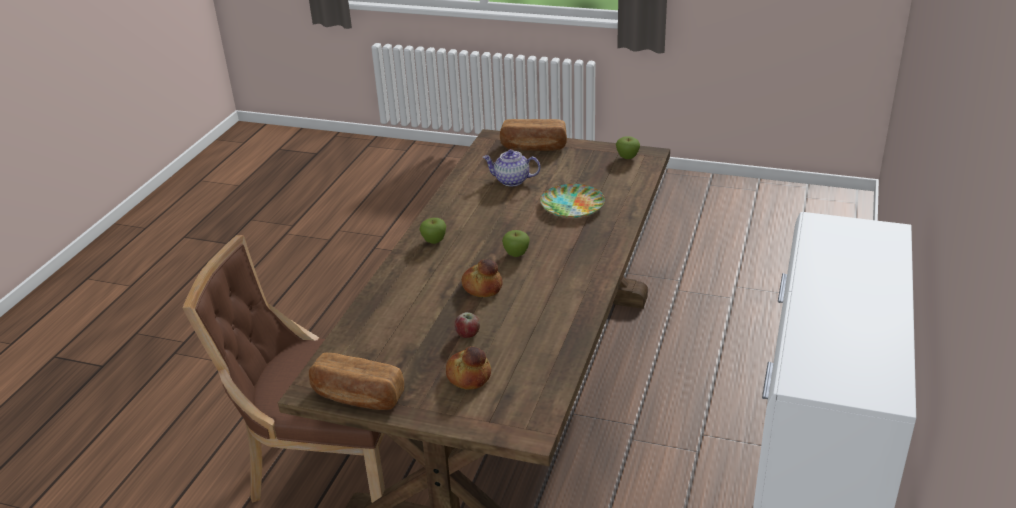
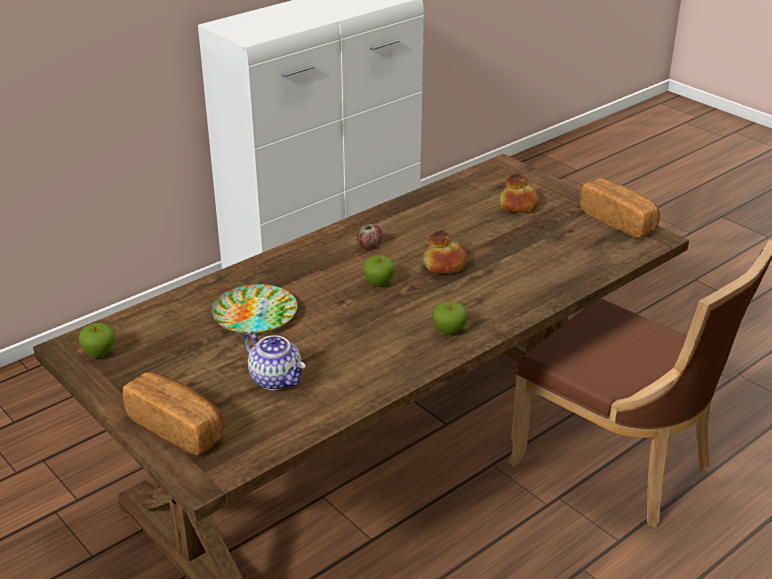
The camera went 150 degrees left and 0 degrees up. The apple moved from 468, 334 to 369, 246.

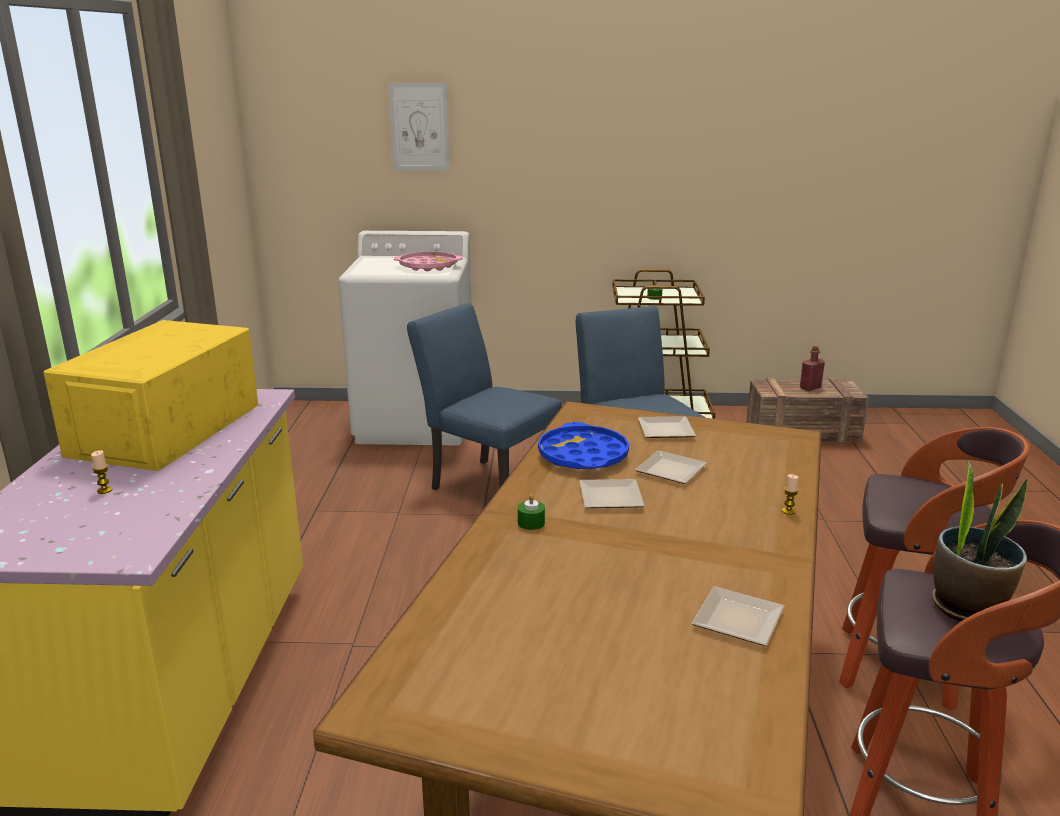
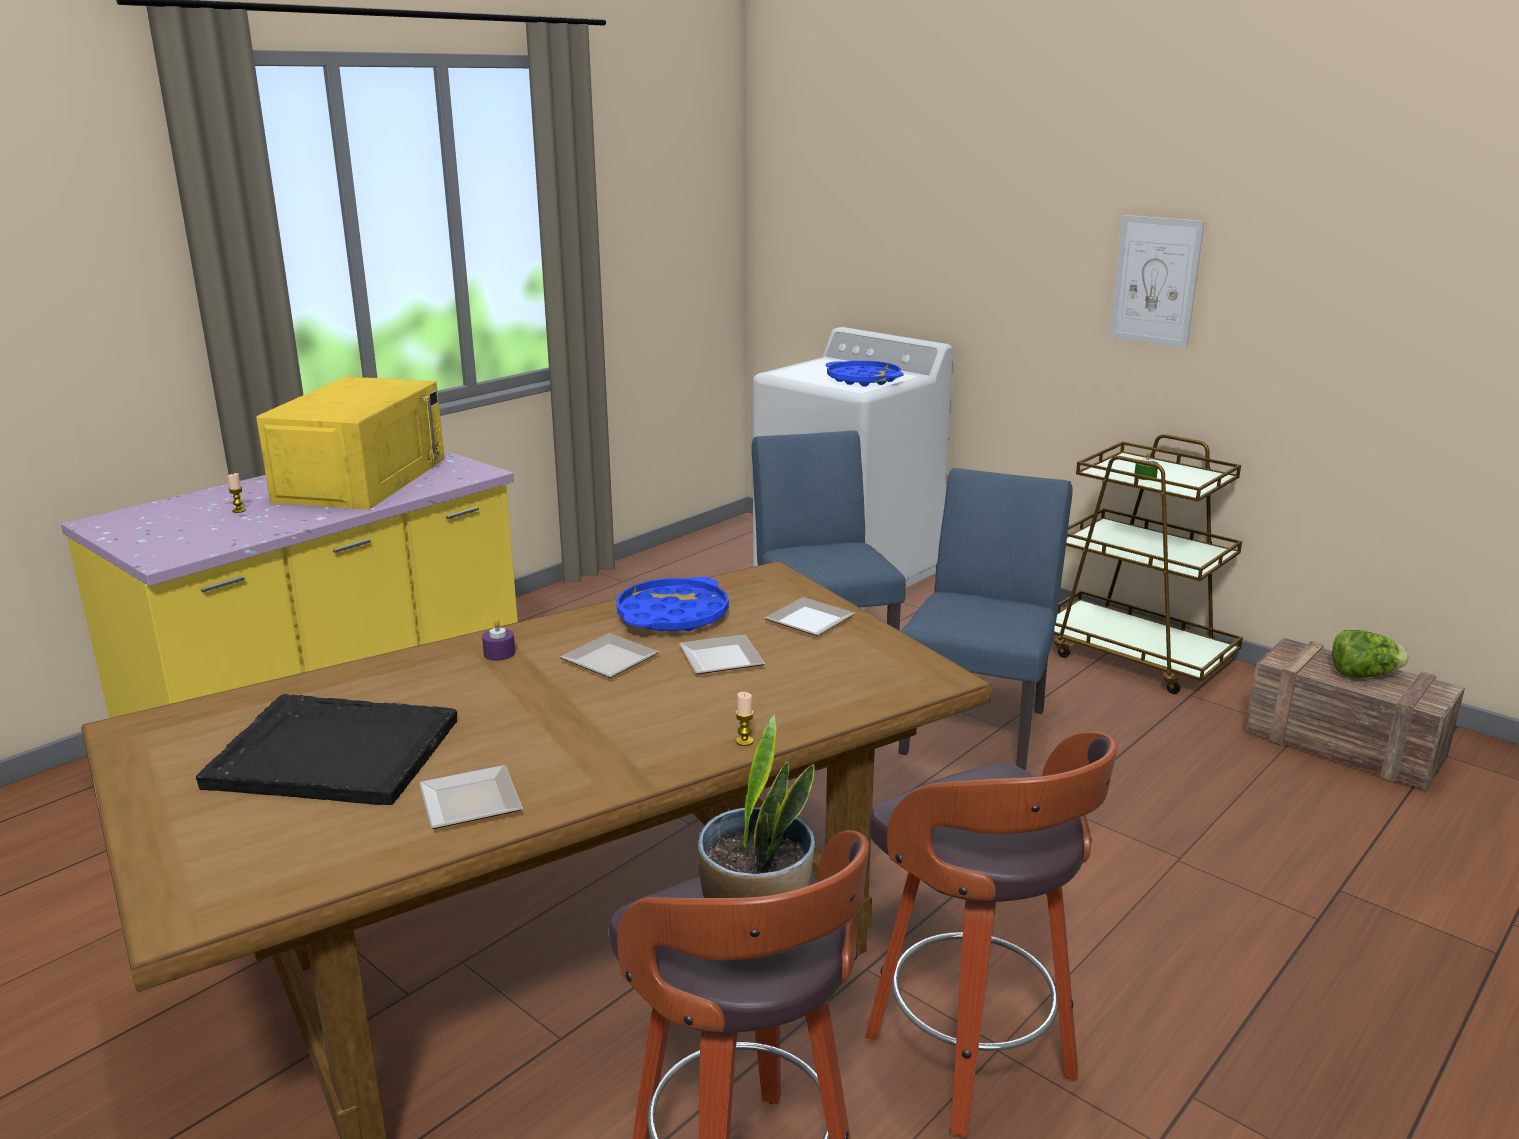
The camera went 40 degrees right and 0 degrees up. The black-coloured serving tray at 332, 753 appeared. The wall art moved from 419, 127 to 1155, 281. The red-coloured beverage bottle at 810, 388 was replaced by the head of lettuce at 1363, 675. The pink serving tray at 428, 266 became the blue-coloured serving tray at 863, 379. The green candle at 531, 523 became the purple candle at 499, 653. The yellowish microwave oven at 166, 430 turned 135 degrees clockwise.

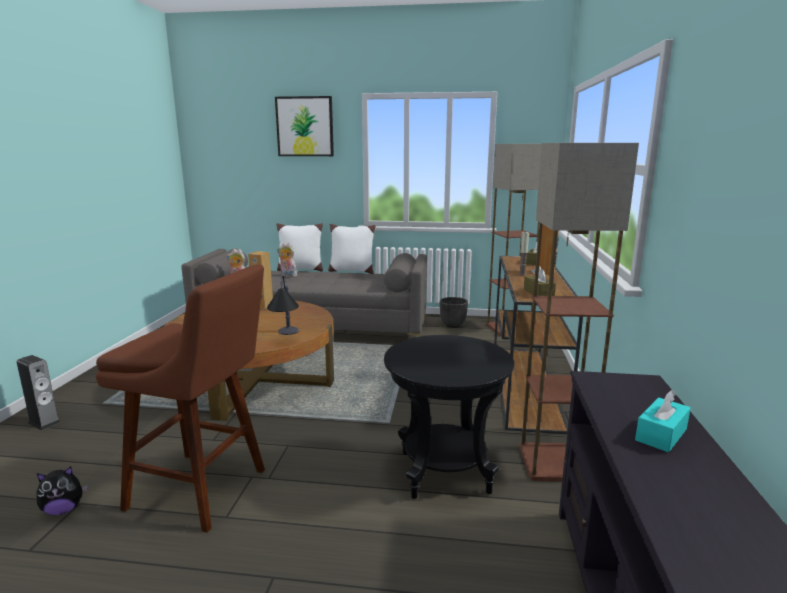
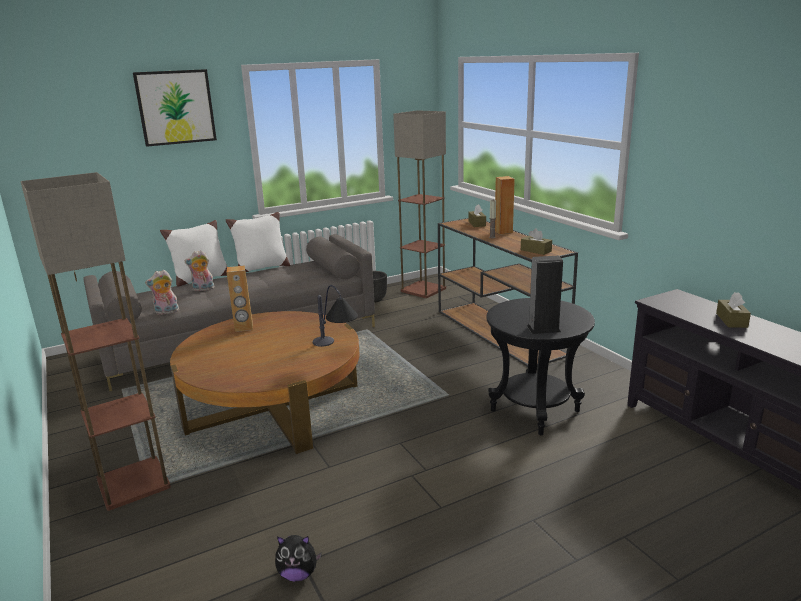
The camera went 35 degrees left and 5 degrees up. The brown-coloured sitting stool at 204, 490 disappeared. The loudspeaker moved from 44, 422 to 543, 329. The floor lamp moved from 553, 463 to 132, 484. The turquoise-coloured tissue holder at 661, 434 became the brown-coloured tissue holder at 731, 320. The soft toy at 63, 510 turned 60 degrees clockwise.

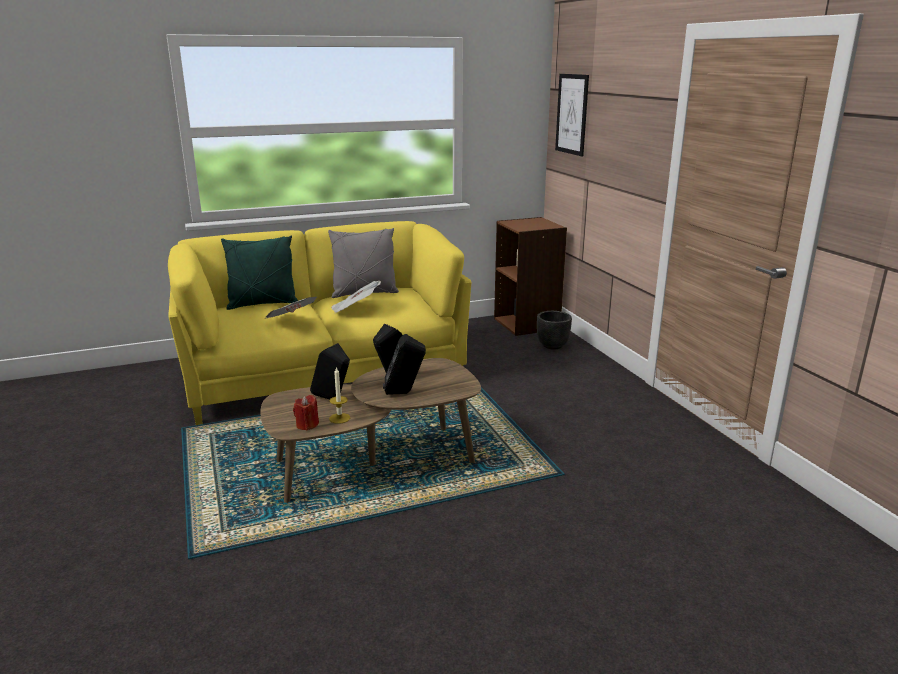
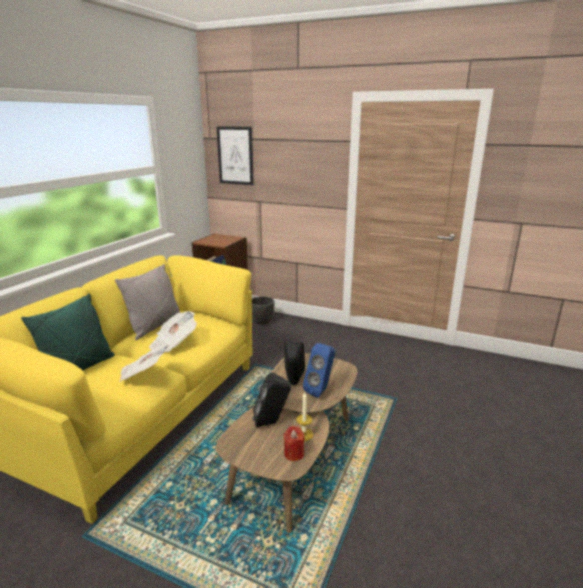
The camera went 45 degrees left and 0 degrees up. The black-coloured loudspeaker at 404, 393 became the blue-coloured loudspeaker at 320, 390.

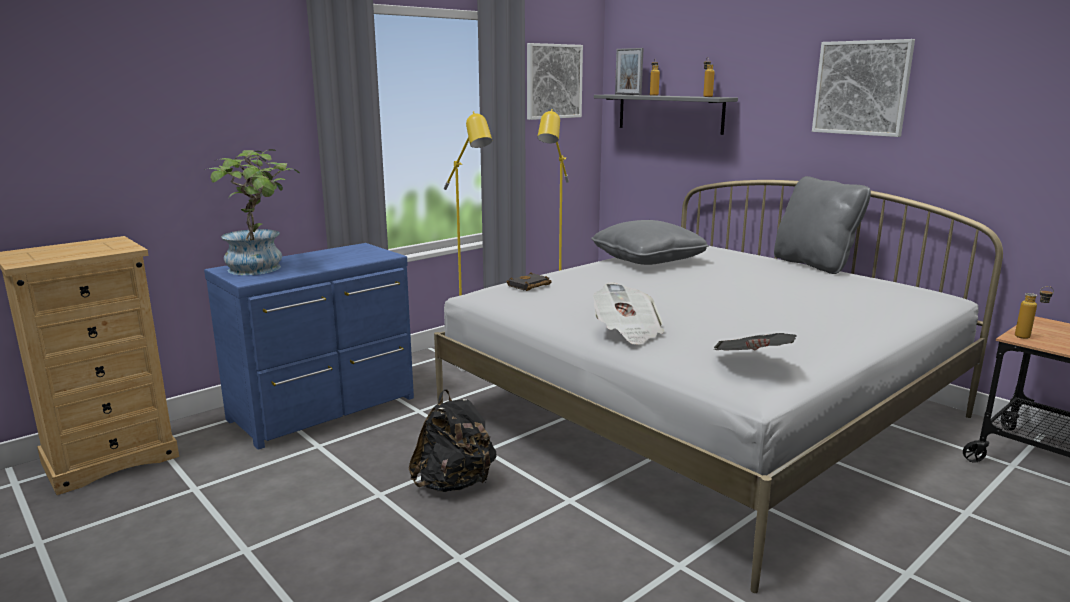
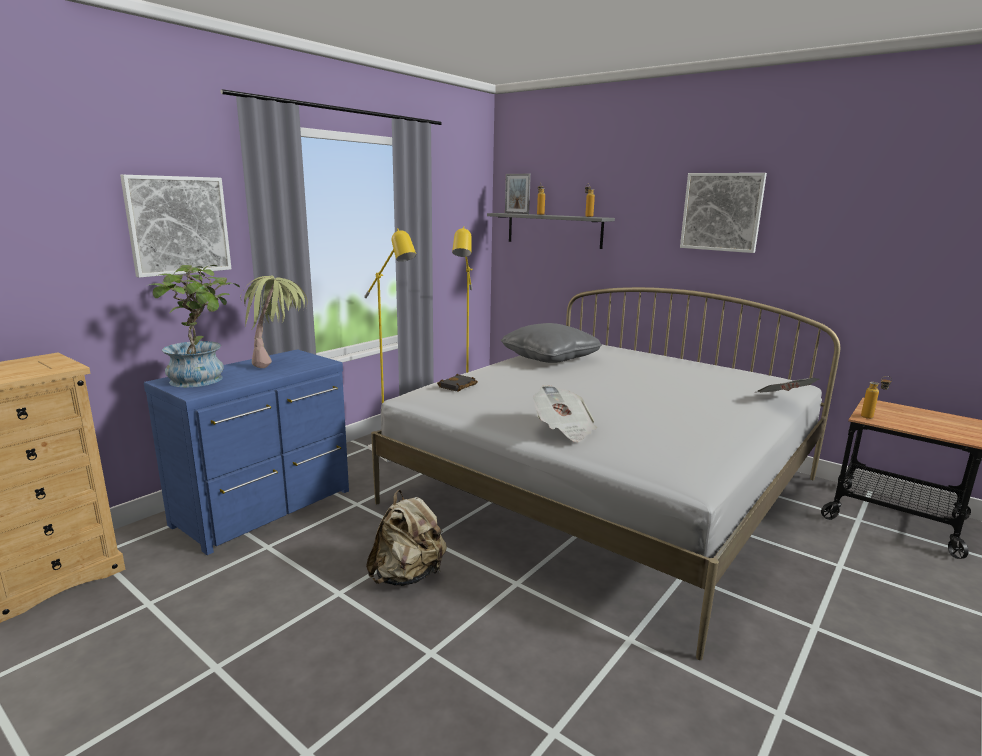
The camera went 10 degrees left and 0 degrees up. The gray throw pillow at 814, 264 disappeared. The houseplant at 279, 362 appeared. The wall art moved from 553, 81 to 178, 225. The daily paper moved from 751, 363 to 783, 400. The black-coloured rucksack at 454, 484 became the beige rucksack at 407, 576.

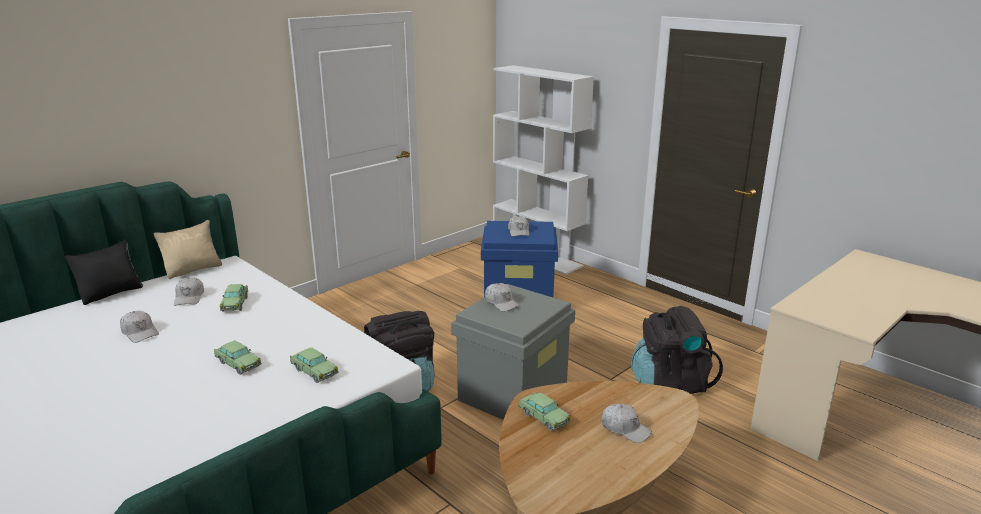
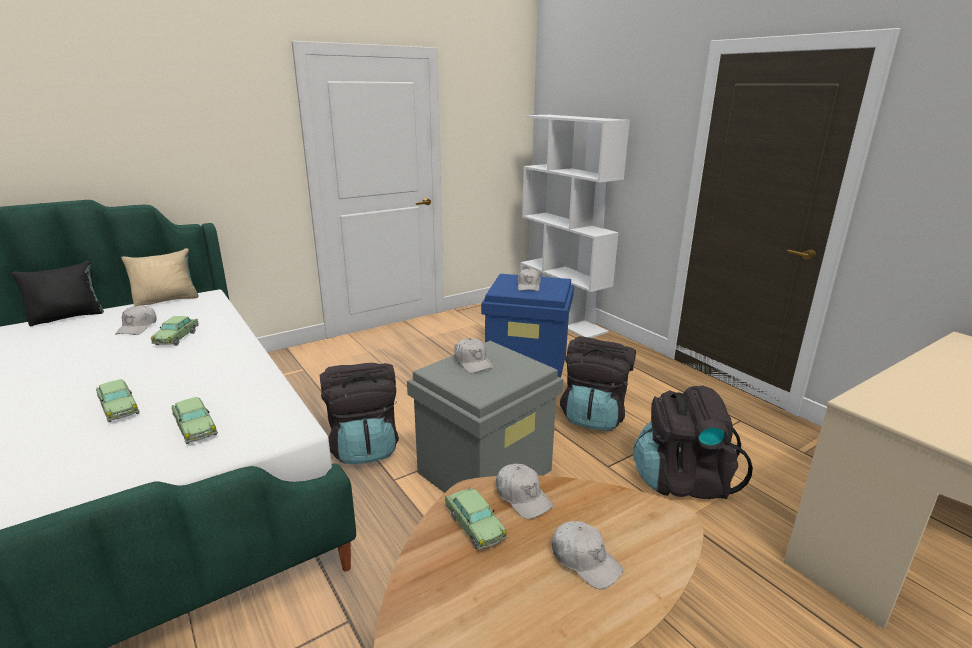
The camera went 10 degrees right and 0 degrees up. The black-coloured rucksack at 594, 415 appeared. The white cap moved from 140, 332 to 522, 497.

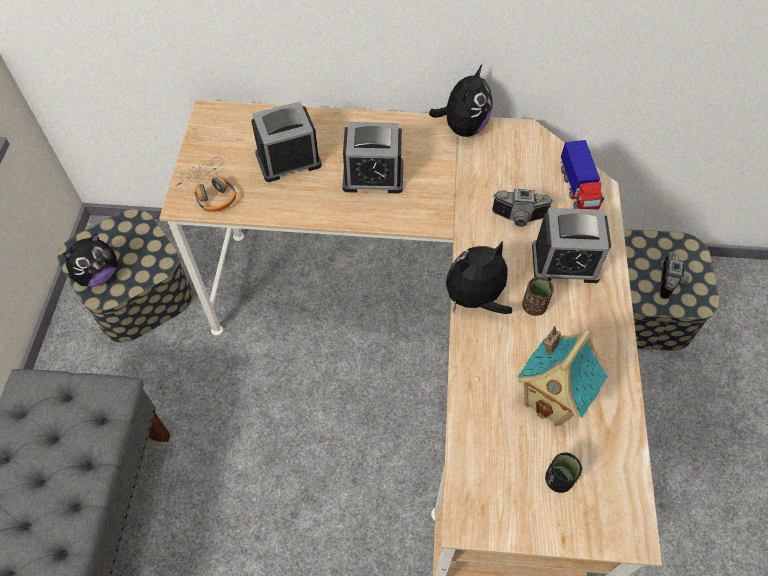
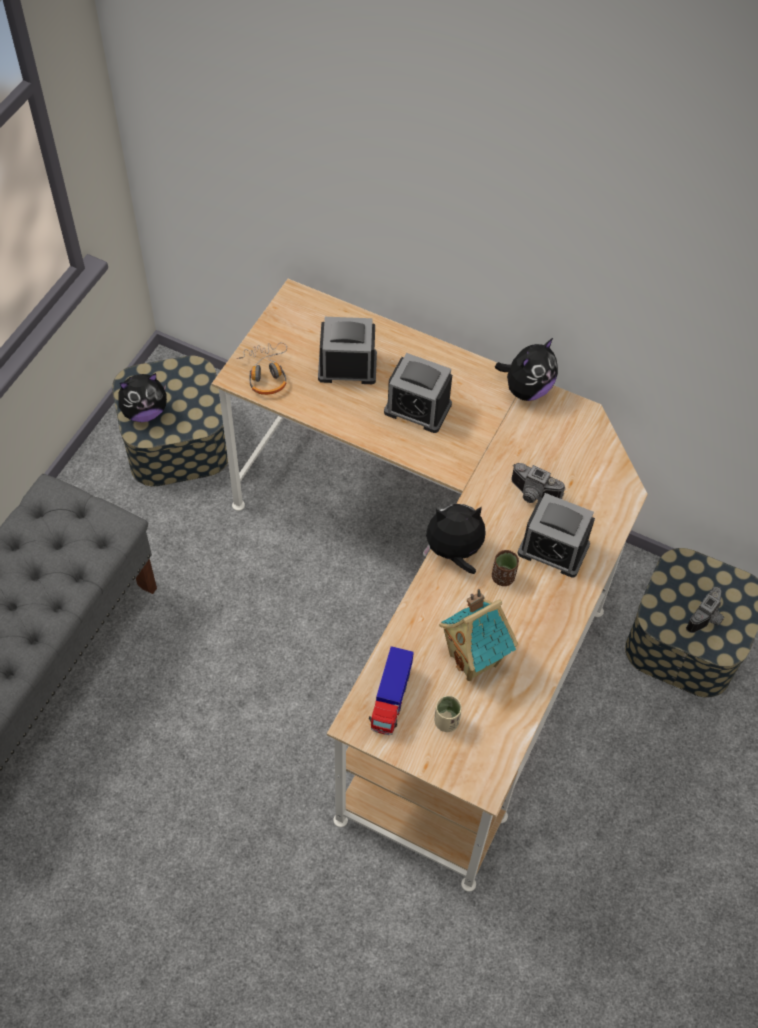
The camera went 20 degrees right and 0 degrees up. The toy lorry moved from 577, 189 to 391, 699. The black-coloured cup at 558, 480 became the beige cup at 446, 721.

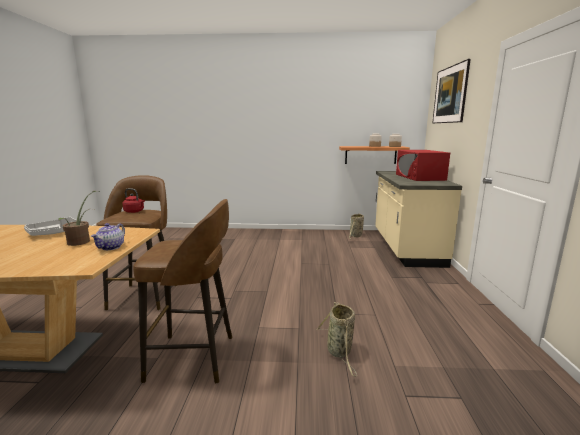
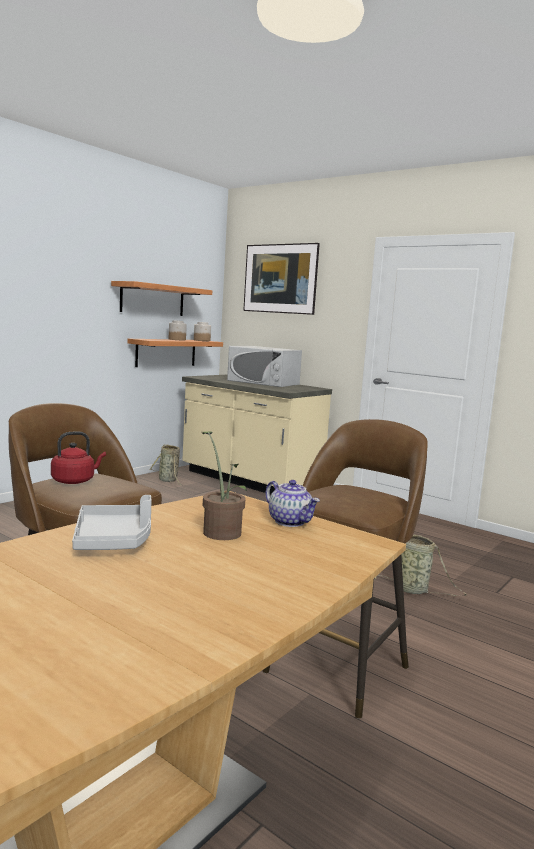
The camera went 55 degrees left and 5 degrees down. The shelf at 152, 299 appeared. The red-coloured microwave oven at 419, 177 became the white microwave oven at 263, 382.

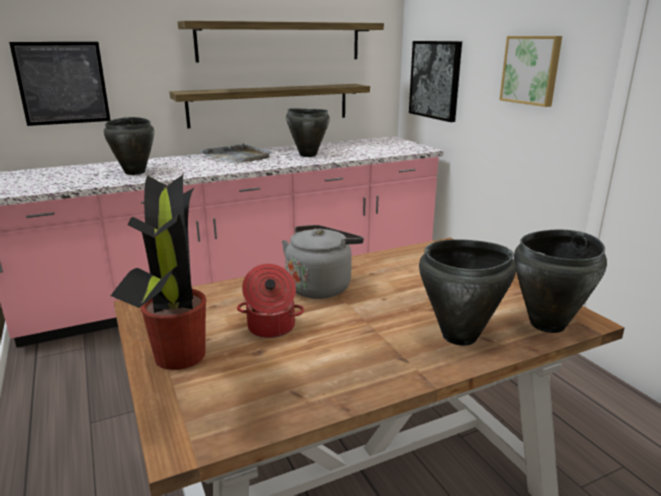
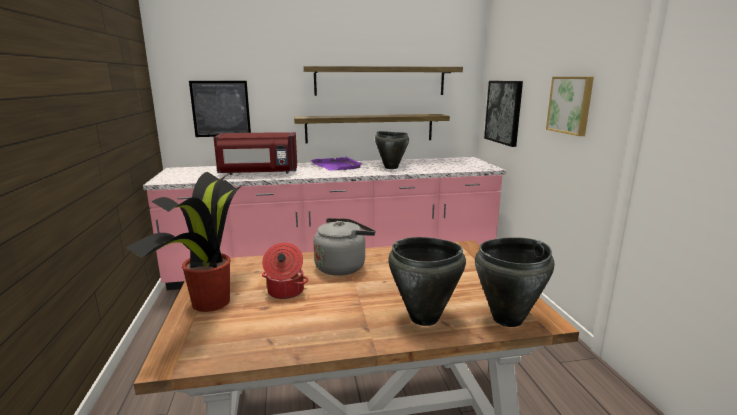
The camera went 15 degrees right and 5 degrees down. The black-coloured saucepot at 135, 172 was replaced by the red-coloured microwave oven at 258, 173. The gray serving tray at 237, 157 became the purple serving tray at 337, 166.

